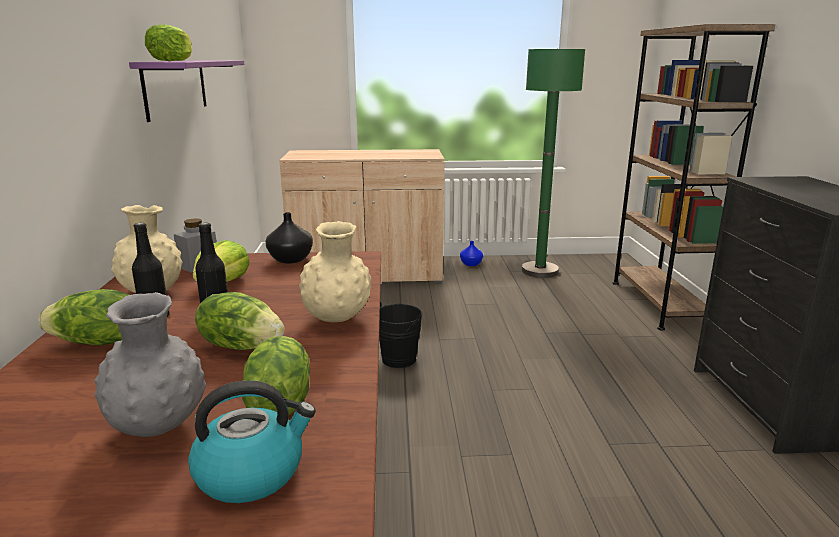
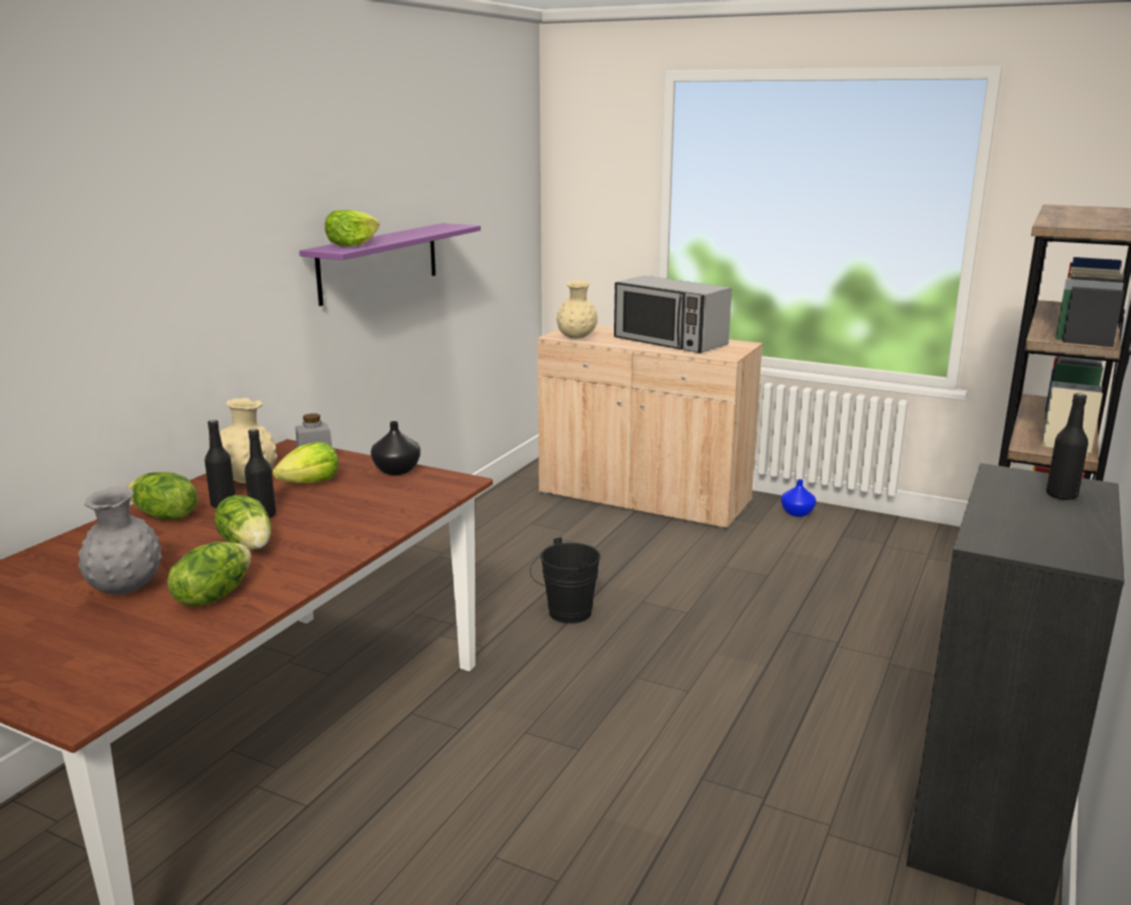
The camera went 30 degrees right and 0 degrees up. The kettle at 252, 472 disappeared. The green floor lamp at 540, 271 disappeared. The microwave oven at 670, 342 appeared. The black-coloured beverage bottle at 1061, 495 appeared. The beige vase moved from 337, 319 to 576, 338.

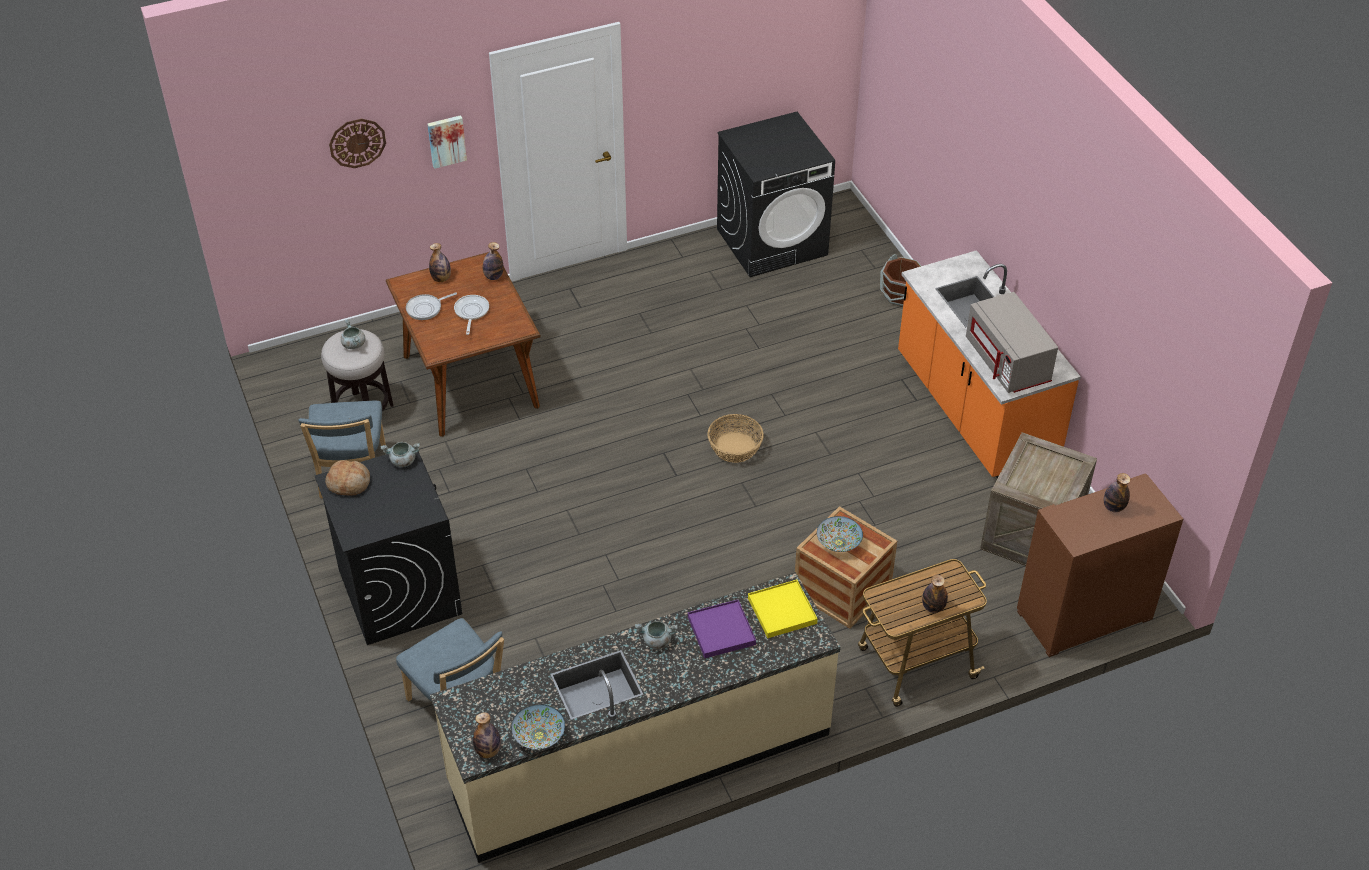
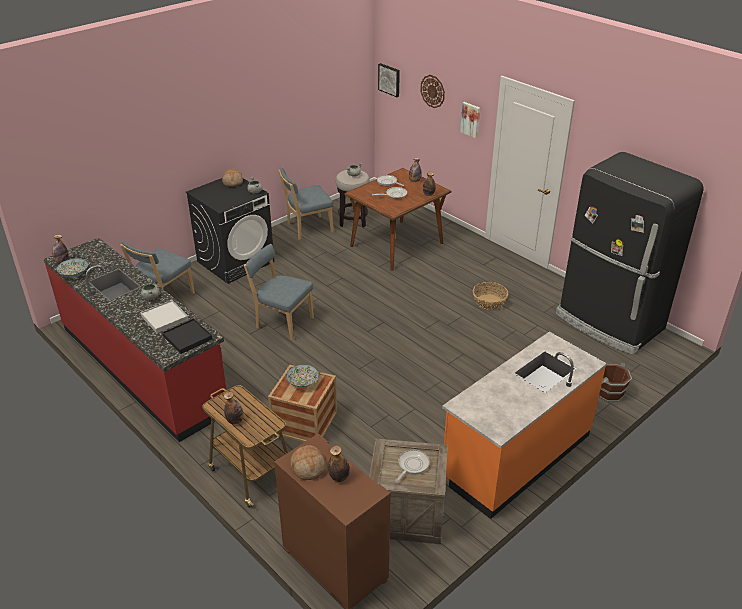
The camera went 70 degrees right and 10 degrees down. The gray microwave oven at 1008, 362 disappeared. The blue-coloured chair at 282, 322 appeared. The bread at 308, 467 appeared. The wall art at 389, 79 appeared. The skillet at 412, 465 appeared. The basket moved from 735, 447 to 489, 302. The black-coloured laundry machine at 772, 241 was replaced by the black-coloured refrigerator at 609, 322. The beige kitchen base unit at 640, 758 became the red-coloured kitchen base unit at 143, 368. The purple serving tray at 721, 631 became the white serving tray at 164, 318. The yellowish serving tray at 782, 611 became the black-coloured serving tray at 187, 338.

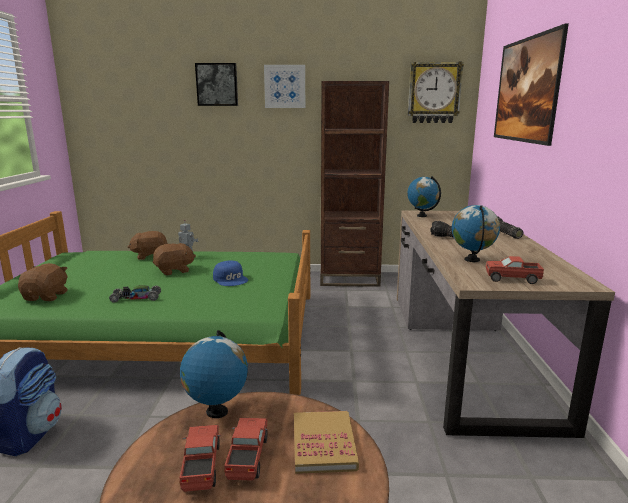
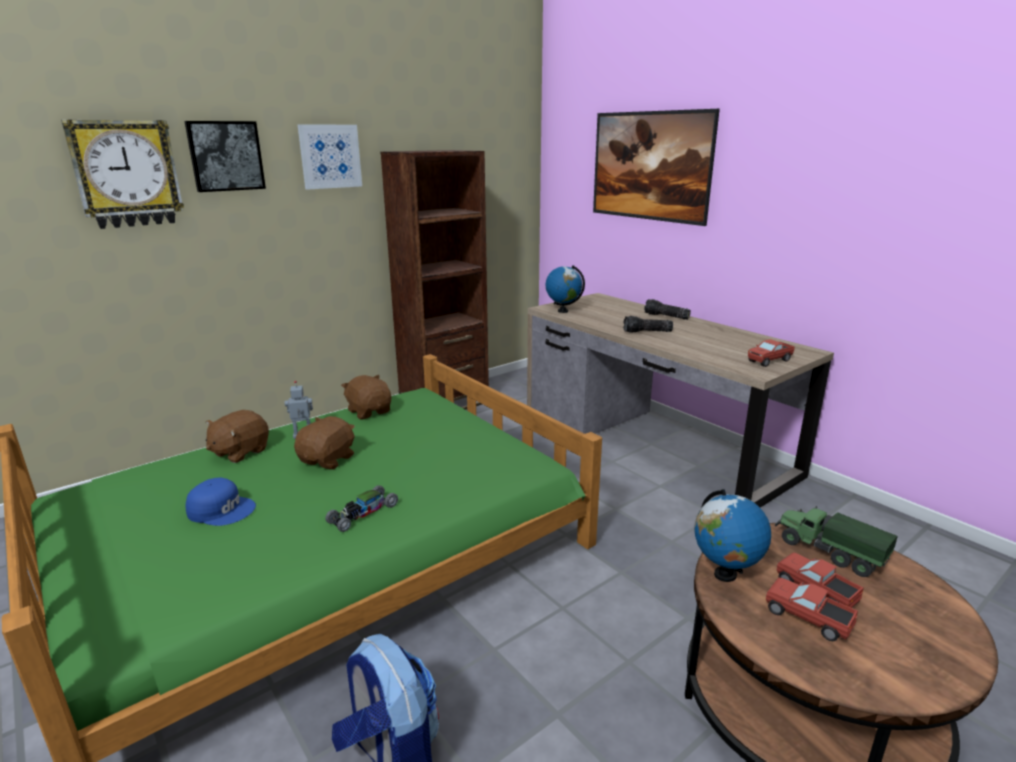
The camera went 40 degrees left and 5 degrees up. The desk globe at 472, 260 disappeared. The brown-coloured soft toy moved from 47, 296 to 369, 411. The blue-coloured cap moved from 231, 279 to 222, 509. The wall clock moved from 434, 93 to 127, 174. The volume at 323, 444 was replaced by the toy lorry at 828, 552.

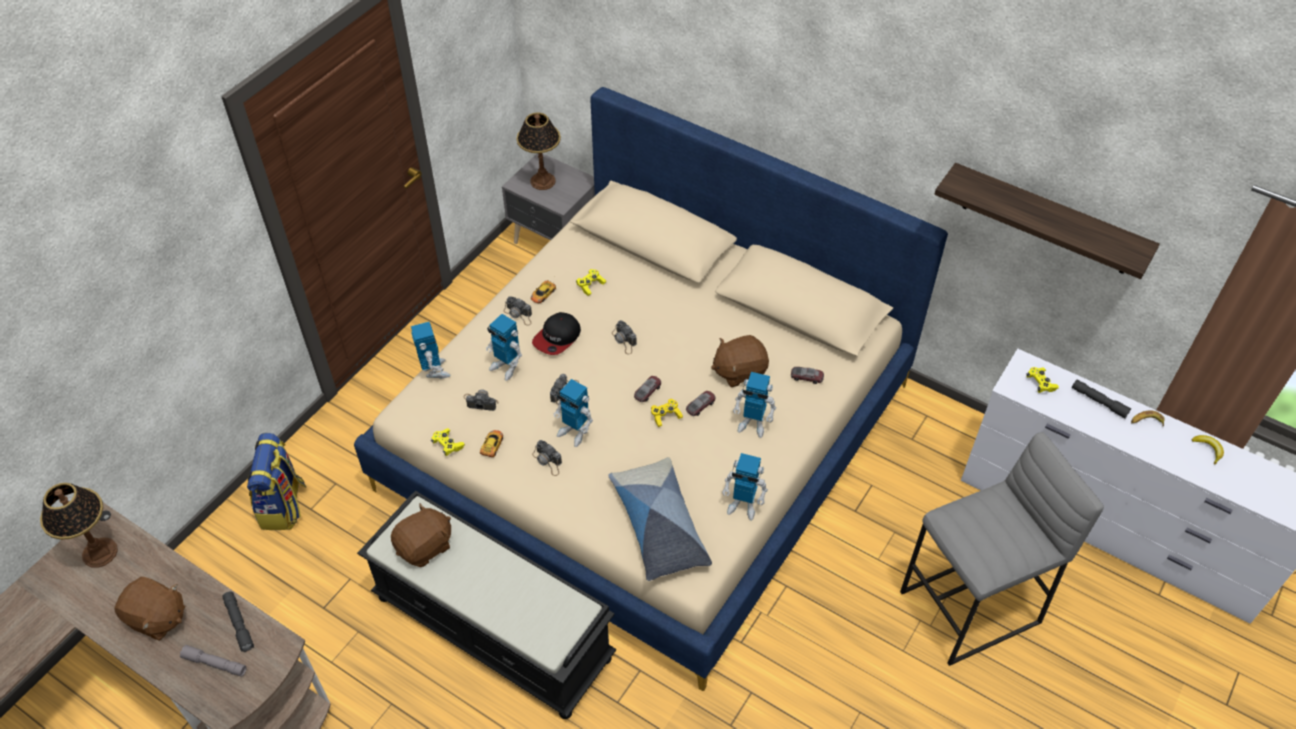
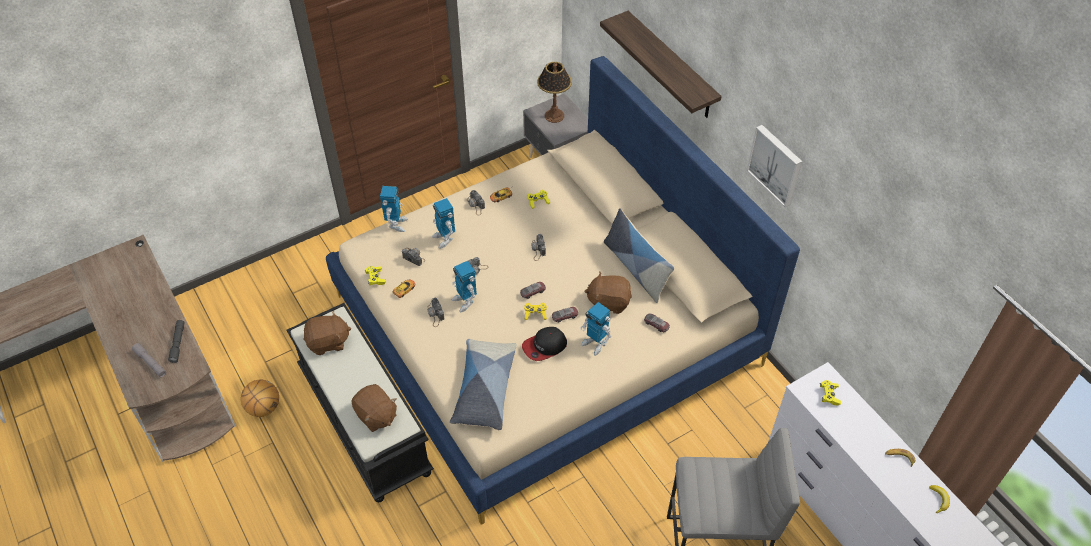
The camera went 25 degrees right and 0 degrees up. The lamp for a table at 99, 553 disappeared. The rucksack at 283, 506 disappeared. The model robot at 743, 505 disappeared. The gray flashlight at 1099, 402 disappeared. The basketball ball at 263, 408 appeared. The throw pillow at 636, 268 appeared. The wall art at 776, 164 appeared. The brown-coloured soft toy moved from 157, 618 to 376, 416. The cap moved from 557, 338 to 544, 346. The shelf moved from 1047, 220 to 671, 66.

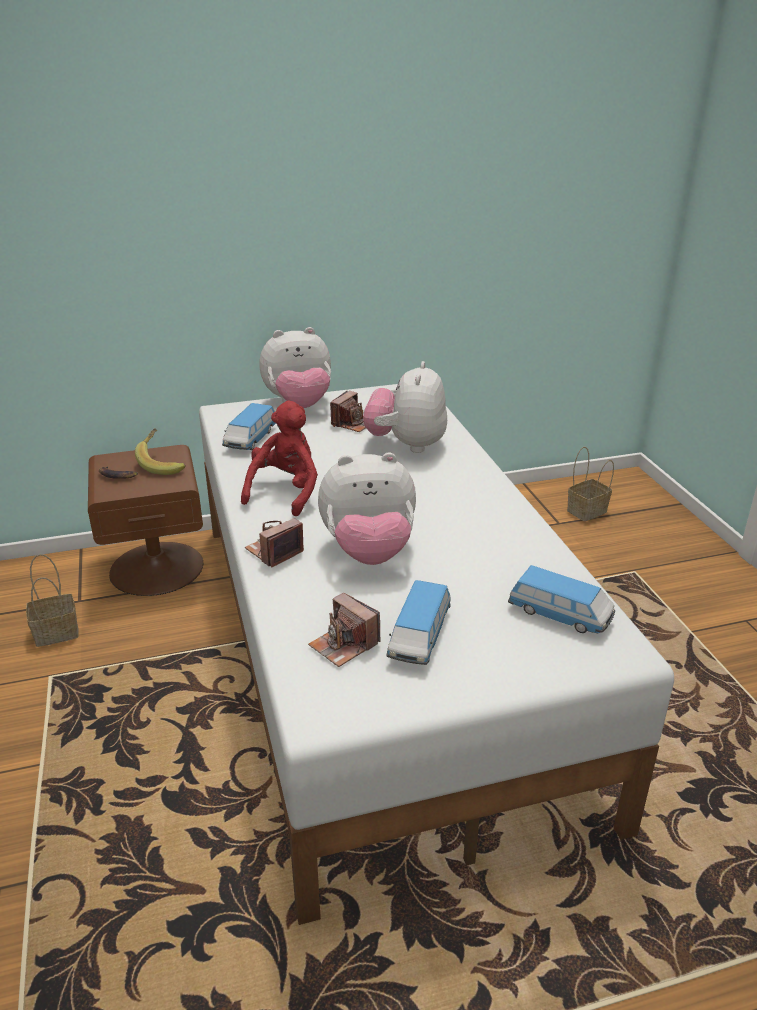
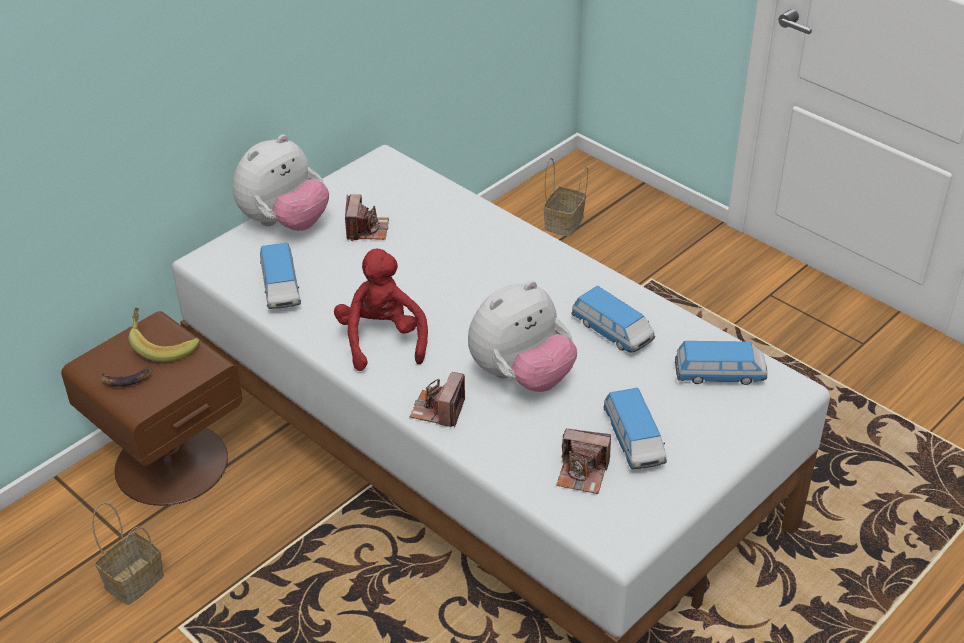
The camera went 30 degrees left and 10 degrees up. The soft toy at 406, 445 disappeared. The model car at 612, 332 appeared.

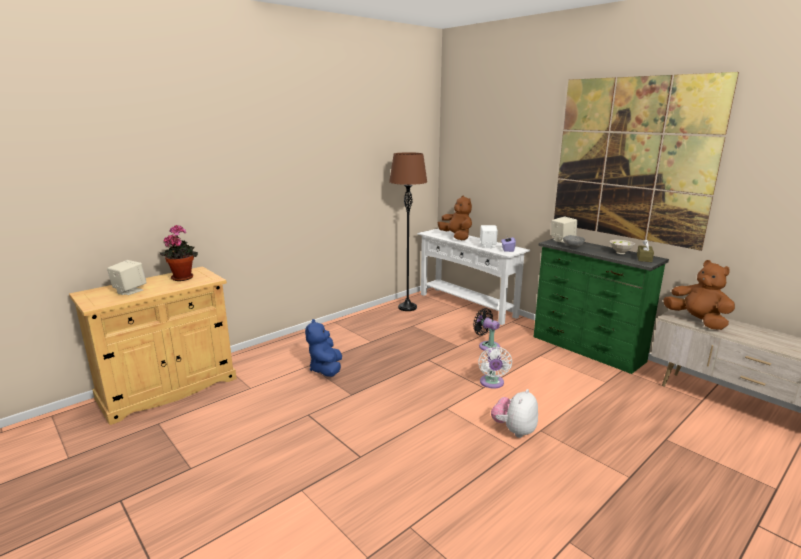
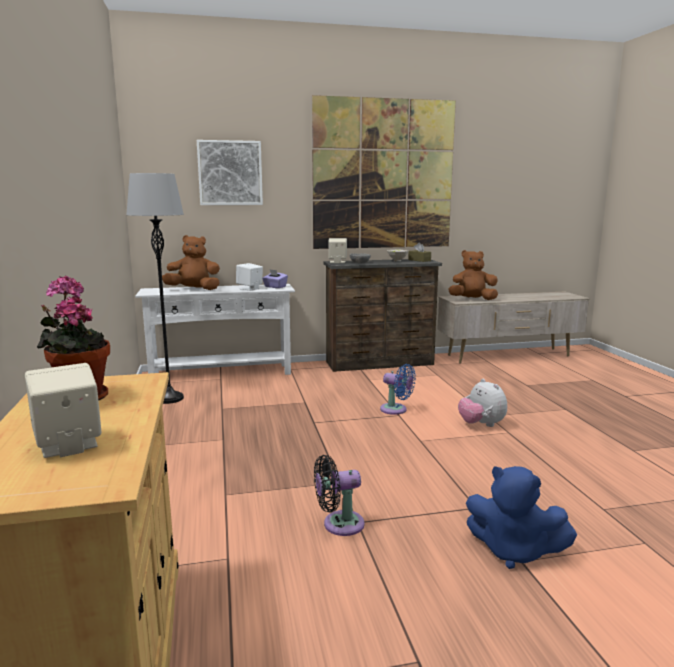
The camera went 60 degrees left and 5 degrees down. The wall art at 230, 173 appeared. The blue-coloured soft toy moved from 326, 370 to 513, 551. The black-coloured electric fan moved from 487, 346 to 339, 524. The brown-coloured floor lamp at 407, 307 became the gray floor lamp at 169, 398. The white electric fan at 492, 383 became the blue-coloured electric fan at 396, 410. The green drawer chest at 587, 349 became the brown-coloured drawer chest at 380, 363.

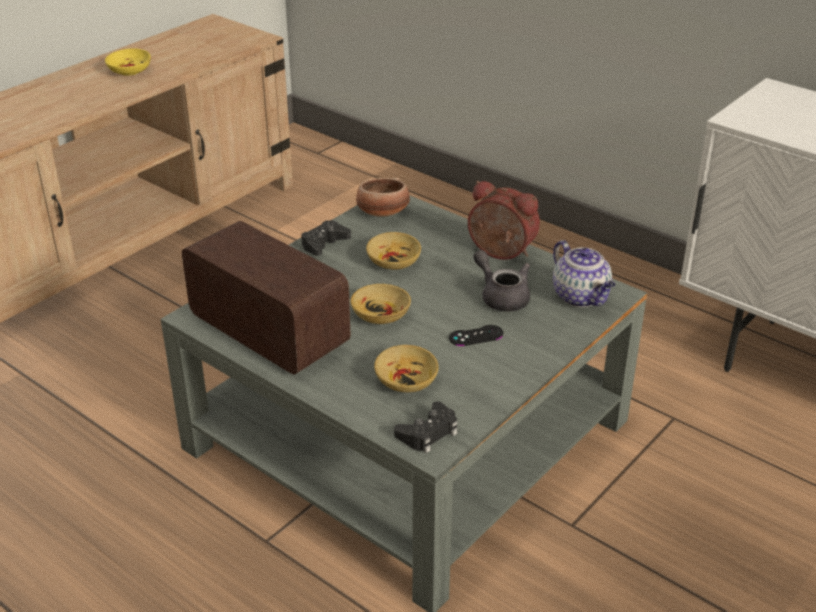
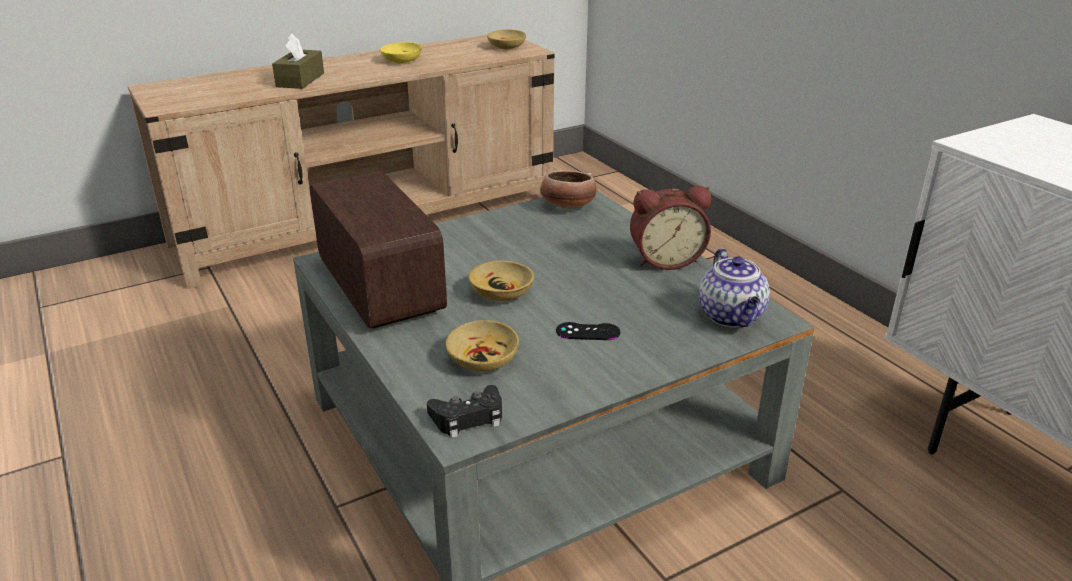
The camera went 20 degrees right and 5 degrees down. The black-coloured joypad at 324, 243 disappeared. The gray pot for tea at 501, 296 disappeared. The brown-coloured tissue holder at 300, 80 appeared. The beige deep dish moved from 394, 261 to 507, 47. The alarm clock at 500, 253 turned 120 degrees clockwise.

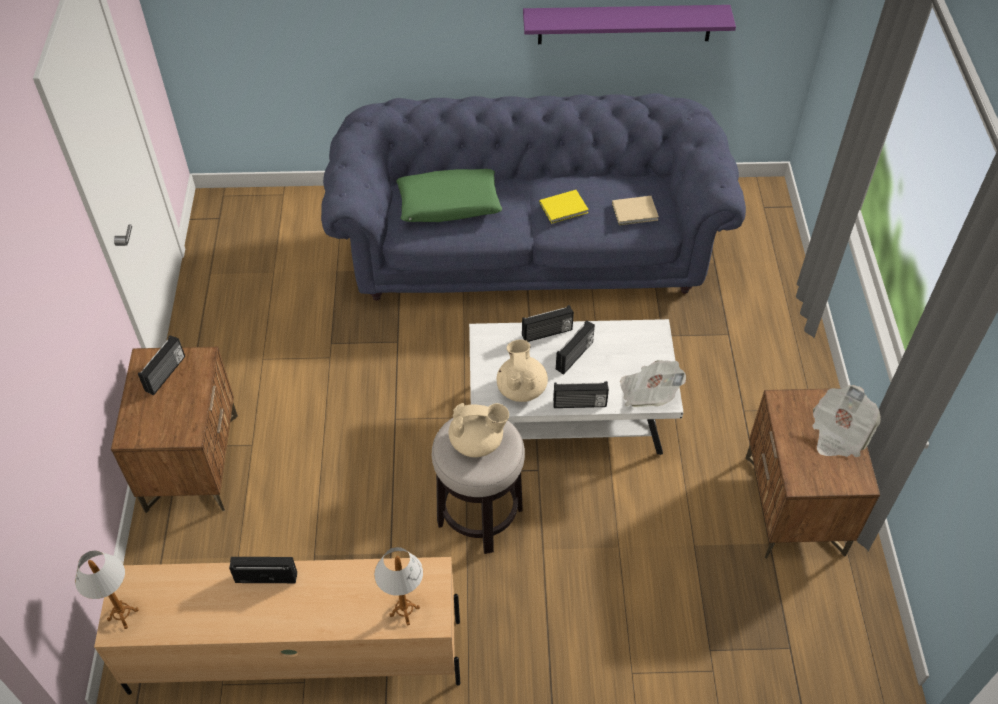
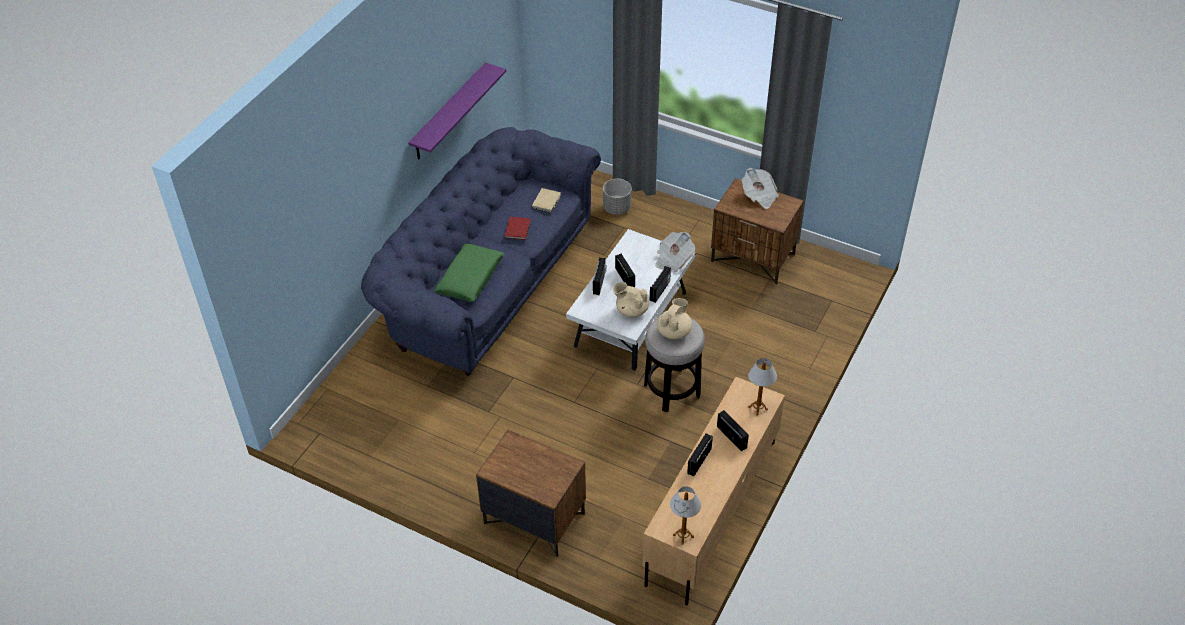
The camera went 60 degrees left and 5 degrees down. The gray plant pot at 616, 208 appeared. The radio moved from 166, 374 to 732, 437. The yellowish volume at 565, 208 became the red-coloured volume at 518, 229.

